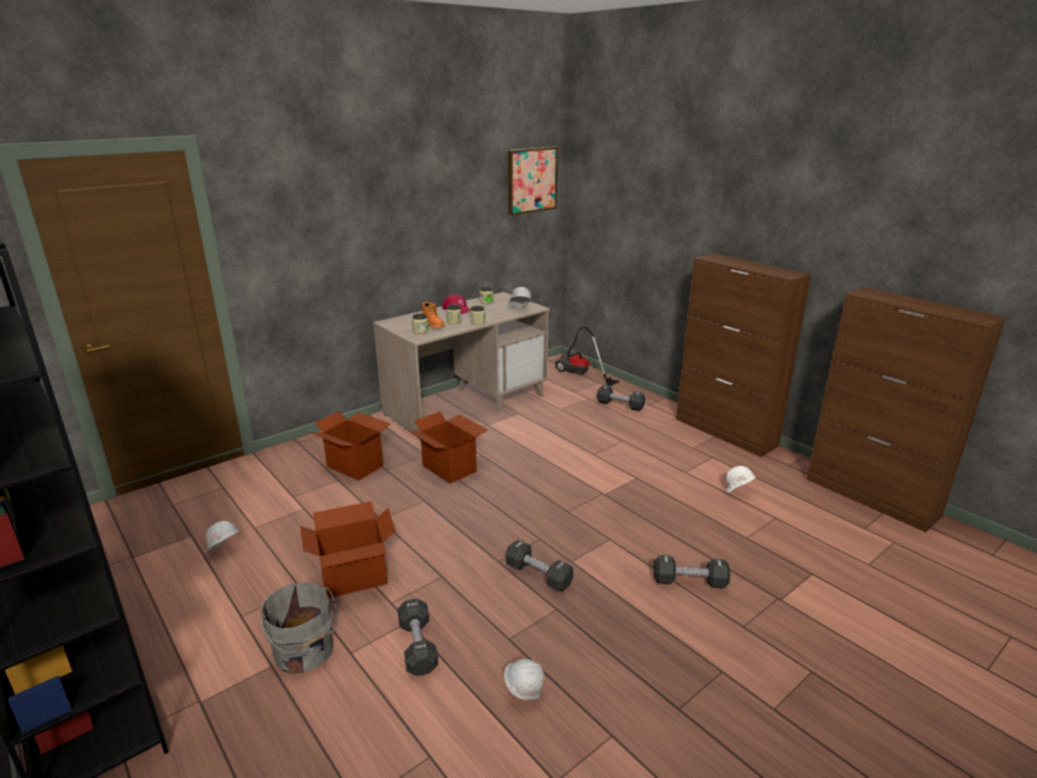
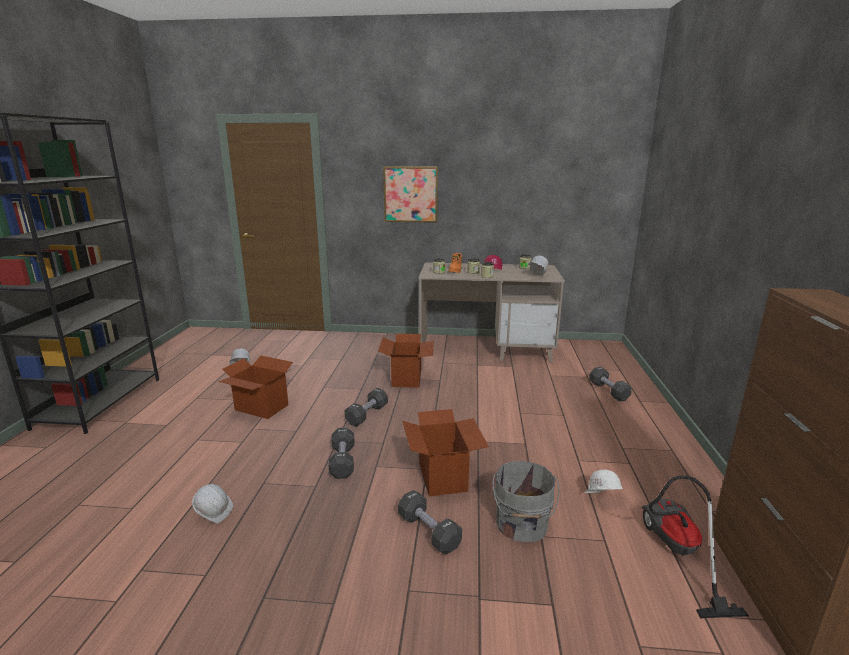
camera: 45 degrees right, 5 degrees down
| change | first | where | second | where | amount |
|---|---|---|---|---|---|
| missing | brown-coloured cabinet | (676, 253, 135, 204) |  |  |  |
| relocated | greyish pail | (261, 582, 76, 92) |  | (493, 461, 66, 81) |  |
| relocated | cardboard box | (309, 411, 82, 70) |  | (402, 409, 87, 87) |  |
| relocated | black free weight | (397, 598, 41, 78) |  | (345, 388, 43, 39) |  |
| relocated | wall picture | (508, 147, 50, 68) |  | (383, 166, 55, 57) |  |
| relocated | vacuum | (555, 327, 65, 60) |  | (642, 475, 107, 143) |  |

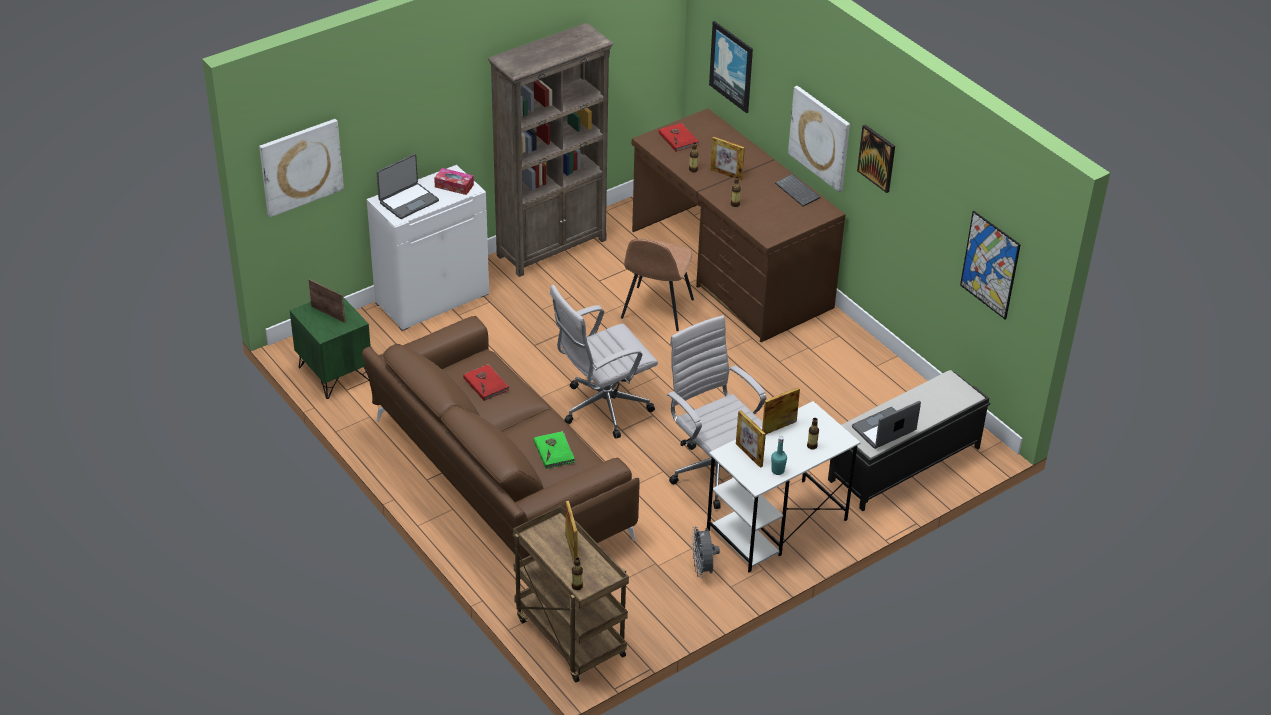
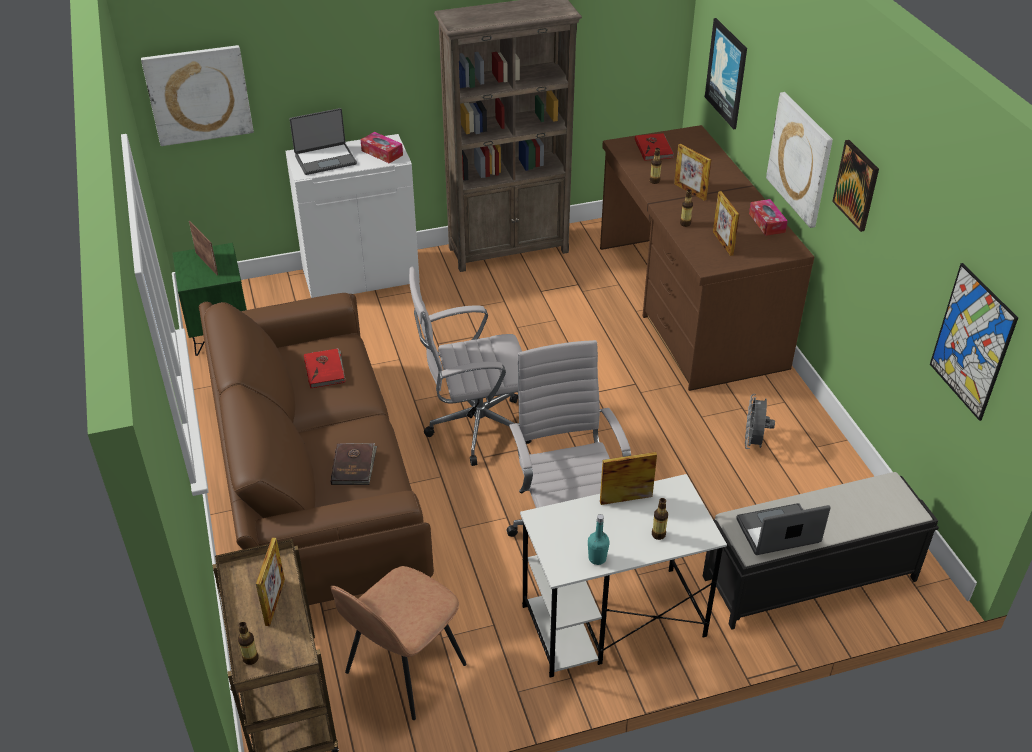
camera: 20 degrees right, 0 degrees up
| change | first | where | second | where | amount |
|---|---|---|---|---|---|
| relocated | brown-coloured chair | (621, 239, 73, 92) |  | (330, 566, 136, 154) |  |
| relocated | greyish fan | (691, 527, 29, 50) |  | (745, 394, 30, 55) |  |
| relocated | standing frame | (736, 410, 30, 58) |  | (713, 191, 26, 65) |  |
| exchanged | computer keyboard | (775, 174, 45, 32) | tissue box | (749, 199, 39, 37) |  |
| colour | green book | (533, 431, 42, 38) | brown-coloured book | (331, 443, 46, 42) |  |

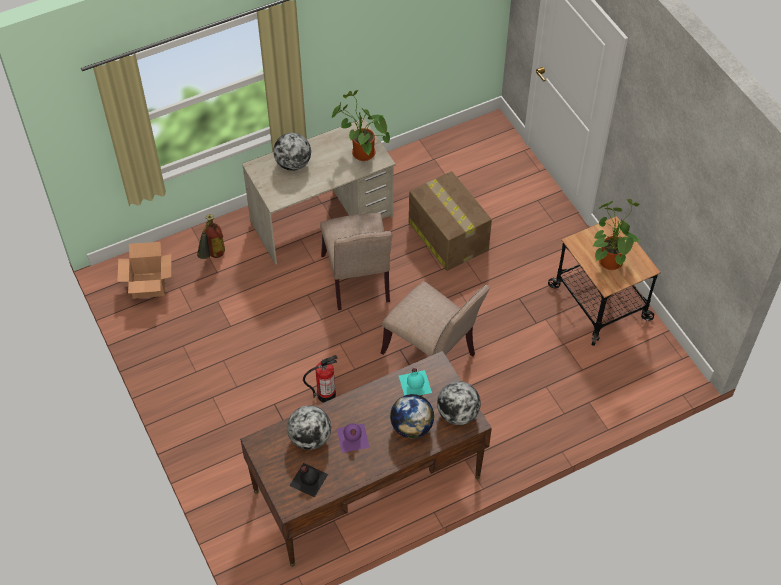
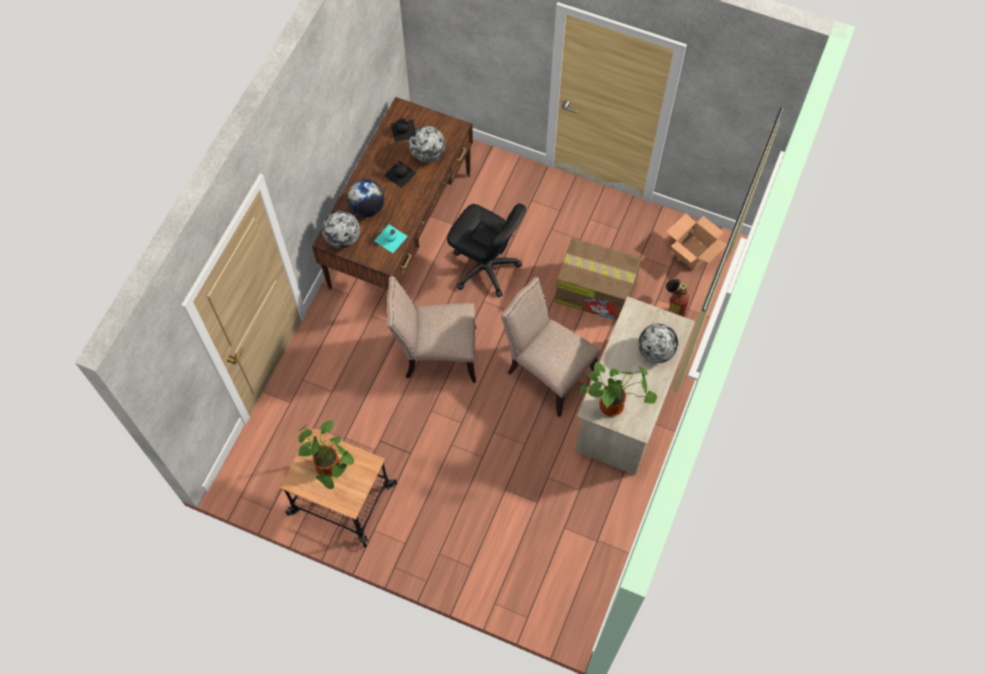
camera: 140 degrees right, 10 degrees up
| change | first | where | second | where | amount |
|---|---|---|---|---|---|
| relocated | cardboard box | (409, 171, 83, 100) |  | (555, 238, 87, 83) |  |
| exchanged | extinguisher | (303, 355, 35, 48) | black office chair | (447, 203, 79, 94) |  |
| colour | purplish drink bottle | (337, 423, 33, 30) | black drink bottle | (384, 161, 33, 27) |  |

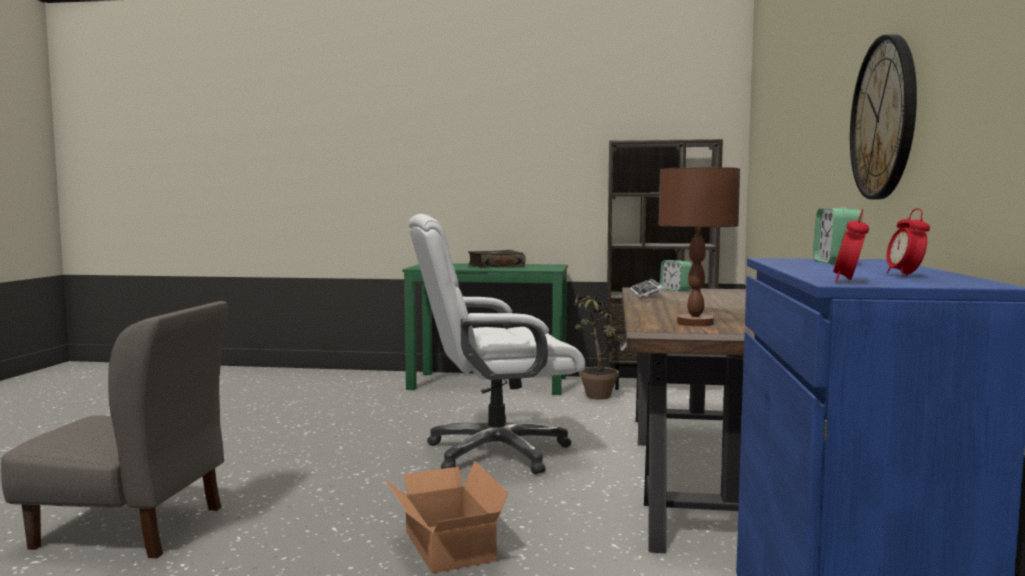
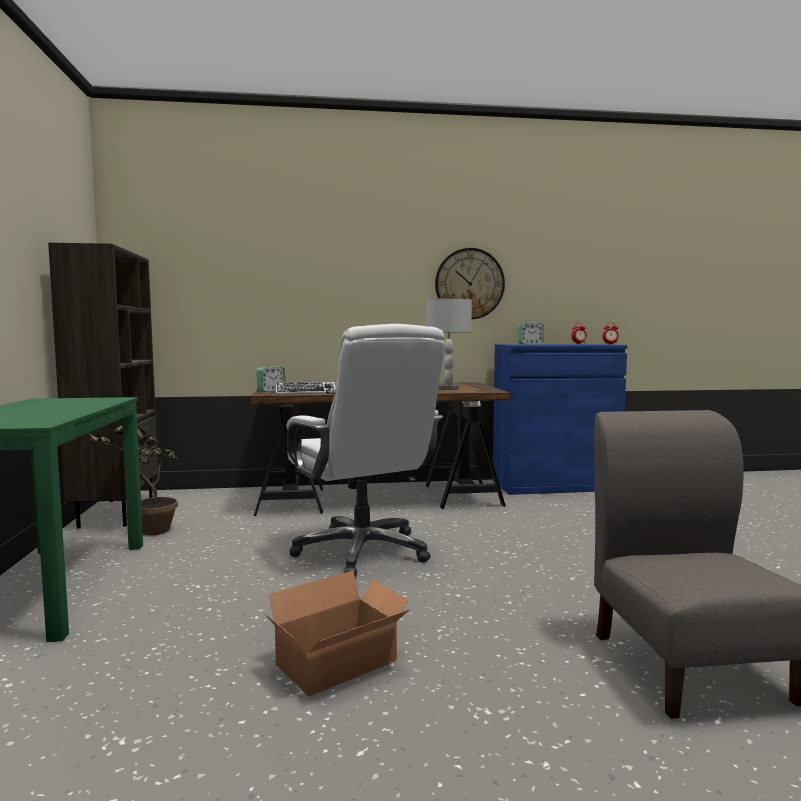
camera: 105 degrees left, 0 degrees up
| change | first | where | second | where | amount |
|---|---|---|---|---|---|
| missing | book | (468, 250, 58, 18) |  |  |  |
| relocated | cardboard box | (385, 461, 124, 113) |  | (263, 571, 147, 125) |  |
| colour | brown-coloured tabletop lamp | (659, 167, 81, 159) | greyish tabletop lamp | (426, 298, 46, 92) |  |

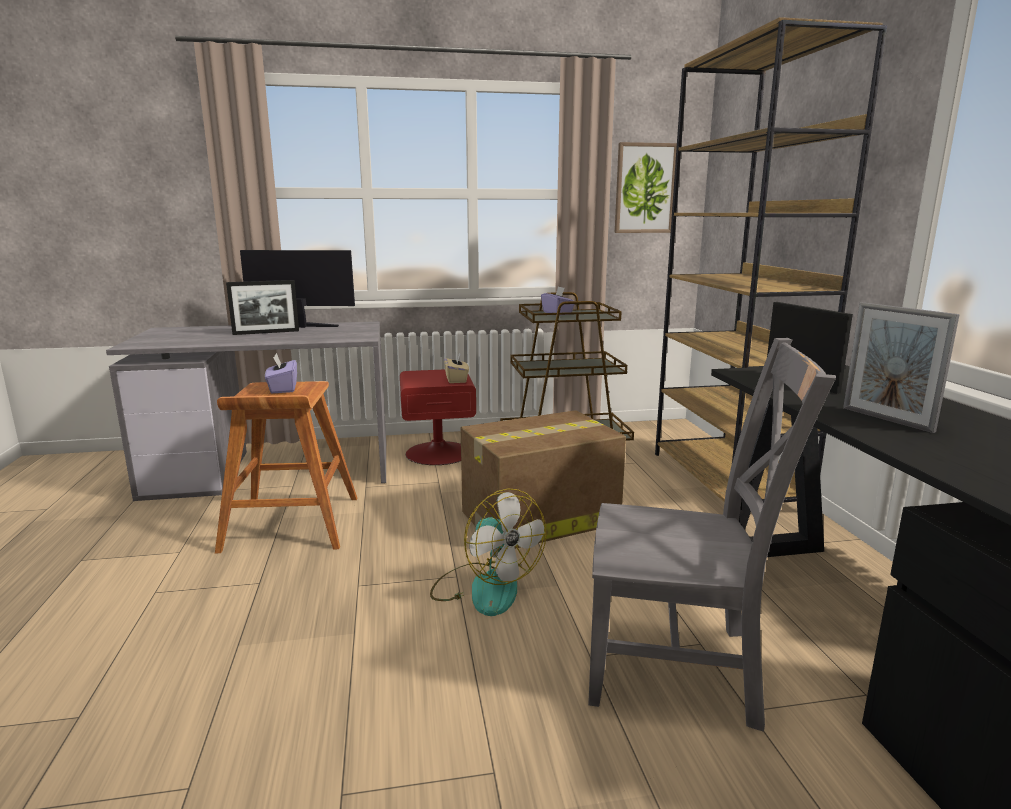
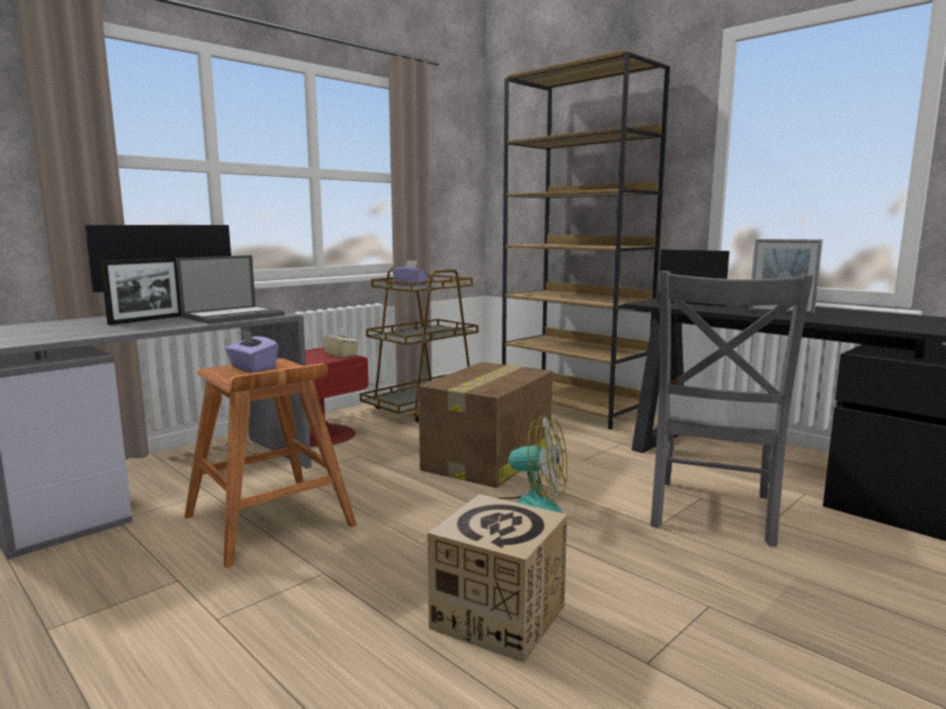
camera: 35 degrees left, 5 degrees down
| change | first | where | second | where | amount |
|---|---|---|---|---|---|
| missing | wall picture | (615, 142, 62, 91) |  |  |  |
| appeared |  |  | notebook computer | (176, 255, 109, 69) |  |
| appeared |  |  | cardboard box | (427, 494, 140, 169) |  |
| spun | greyish chair | (588, 338, 248, 394) |  | (650, 271, 163, 276) | 135 degrees clockwise |

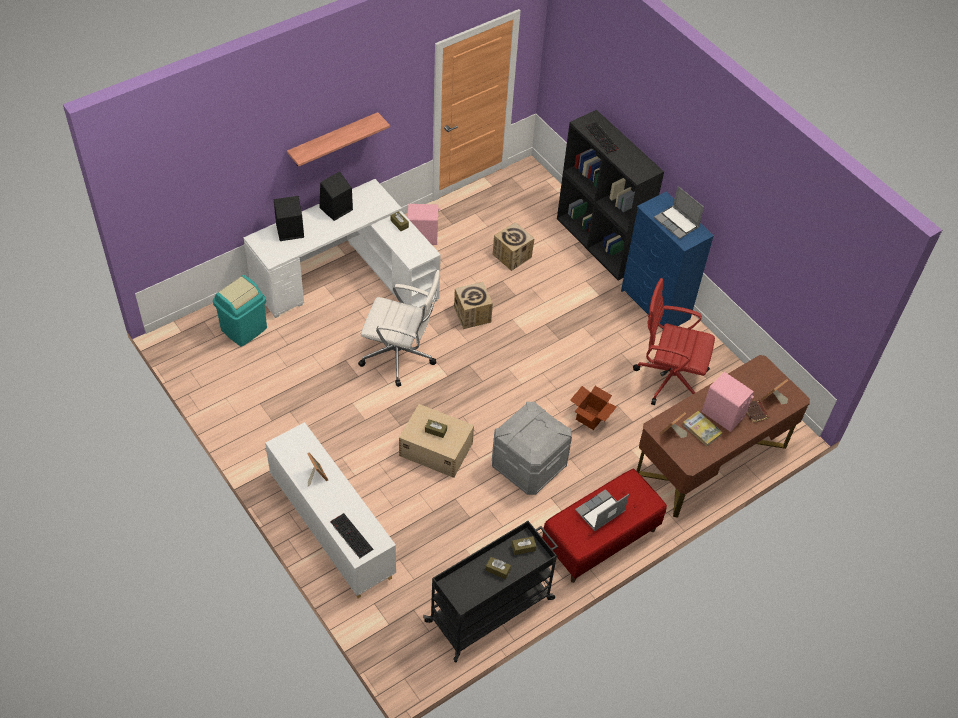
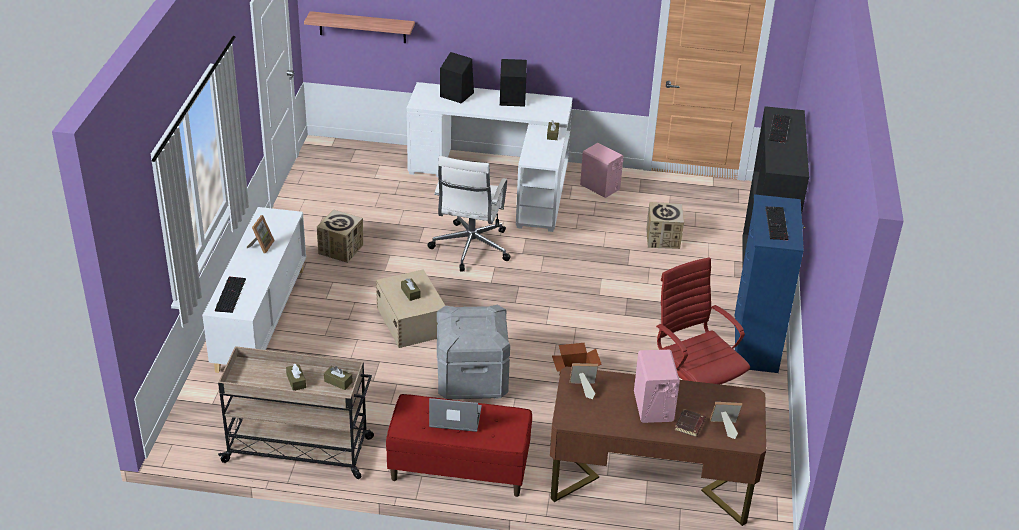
camera: 45 degrees right, 15 degrees down
| change | first | where | second | where | amount |
|---|---|---|---|---|---|
| missing | turquoise rubbish bin | (213, 275, 54, 71) |  |  |  |
| missing | book | (682, 411, 41, 36) |  |  |  |
| relocated | wall shelf | (287, 112, 103, 54) |  | (304, 11, 111, 32) |  |
| relocated | cardboard box | (454, 282, 39, 47) |  | (317, 210, 46, 53) |  |
| exchanged | notebook computer | (654, 186, 50, 53) | computer keyboard | (765, 207, 23, 33) |  |
| colour | black wheeled cart | (423, 521, 135, 142) | beige wheeled cart | (218, 346, 156, 133) |  |
| spun | whitish office chair | (358, 270, 82, 117) |  | (428, 156, 82, 115) | 45 degrees clockwise |

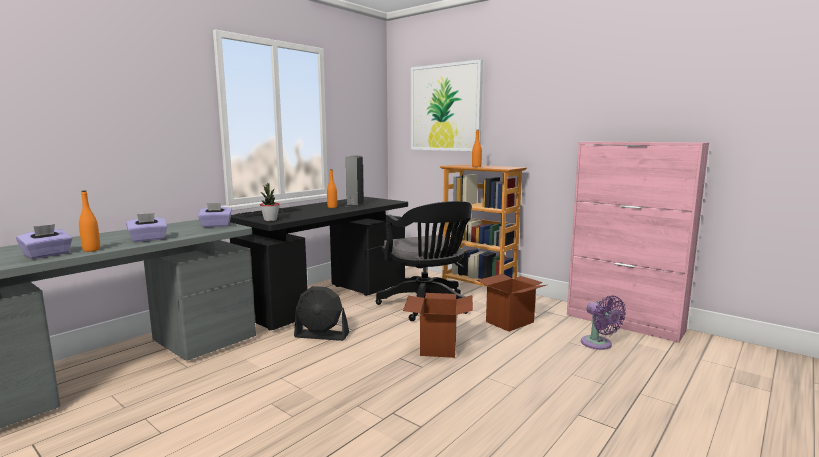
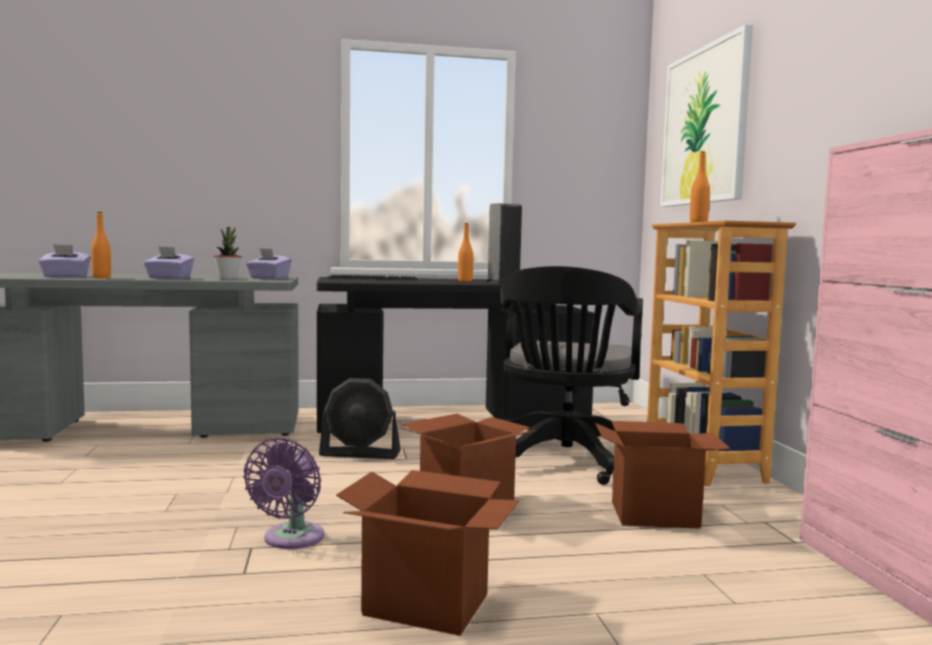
camera: 40 degrees right, 5 degrees down
| change | first | where | second | where | amount |
|---|---|---|---|---|---|
| appeared |  |  | cardboard box | (336, 470, 183, 166) |  |
| relocated | plant in a pot | (260, 183, 19, 38) |  | (214, 227, 28, 52) |  |
| relocated | purplish fan | (581, 295, 45, 55) |  | (243, 438, 81, 111) |  |
| spun | black fan | (294, 286, 55, 55) |  | (319, 378, 82, 81) | 45 degrees counterclockwise |

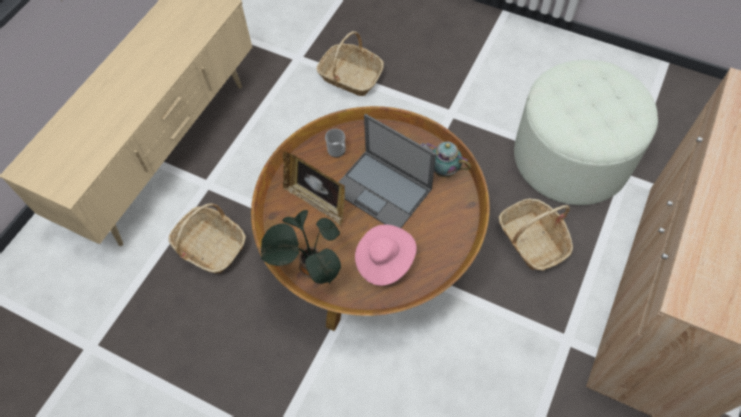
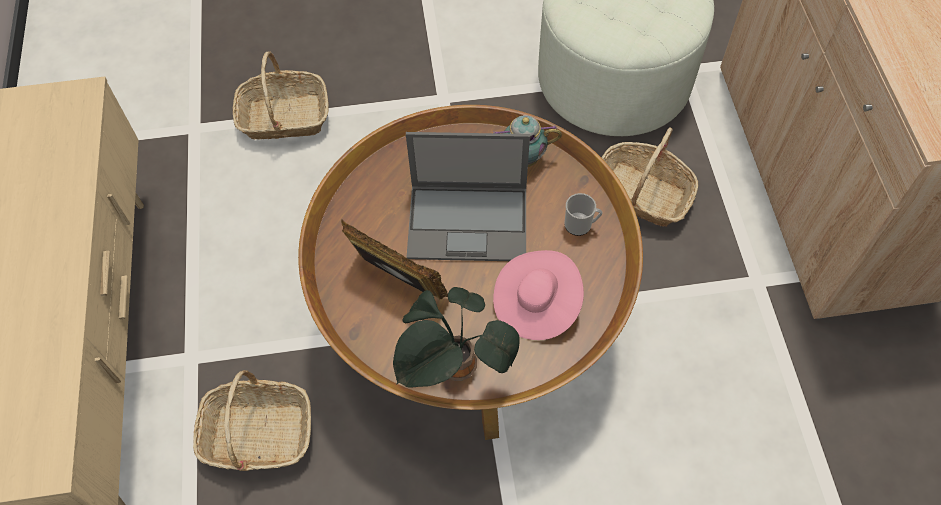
camera: 35 degrees left, 0 degrees up
| change | first | where | second | where | amount |
|---|---|---|---|---|---|
| relocated | tea mug | (325, 129, 21, 28) |  | (564, 193, 39, 43) |  |
| spun | standing frame | (283, 151, 62, 75) |  | (341, 220, 107, 80) | 150 degrees counterclockwise |

